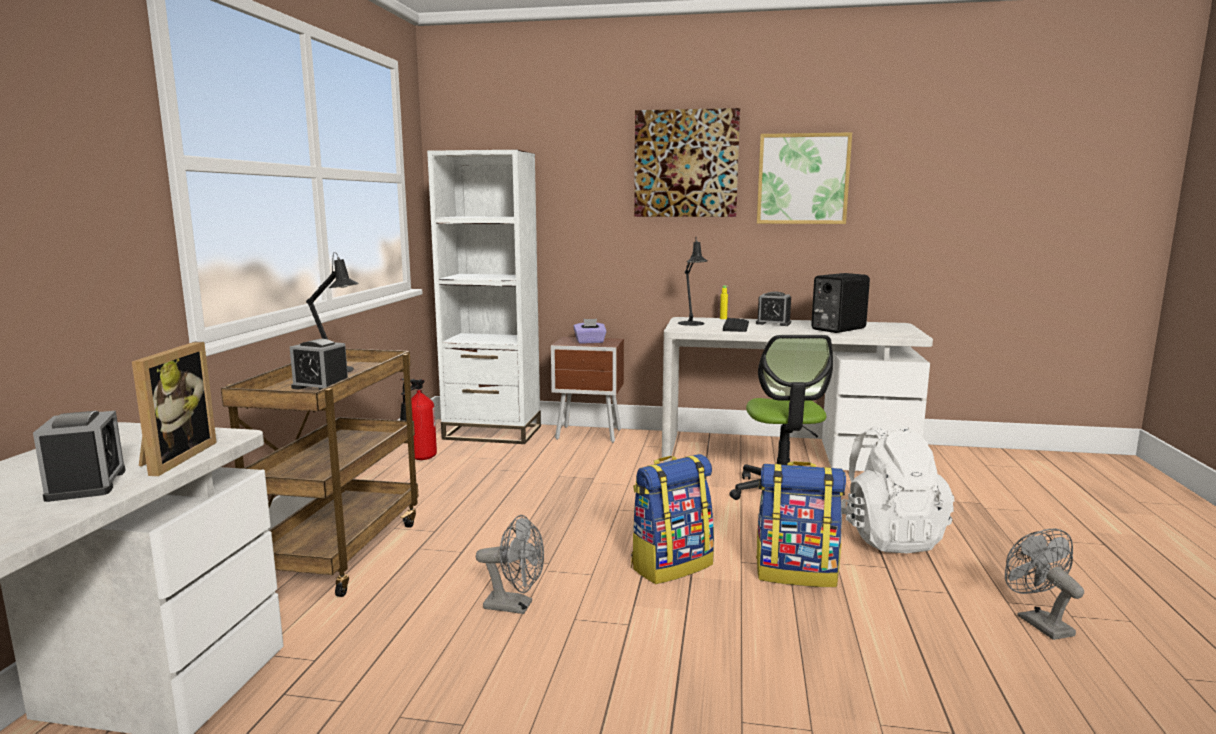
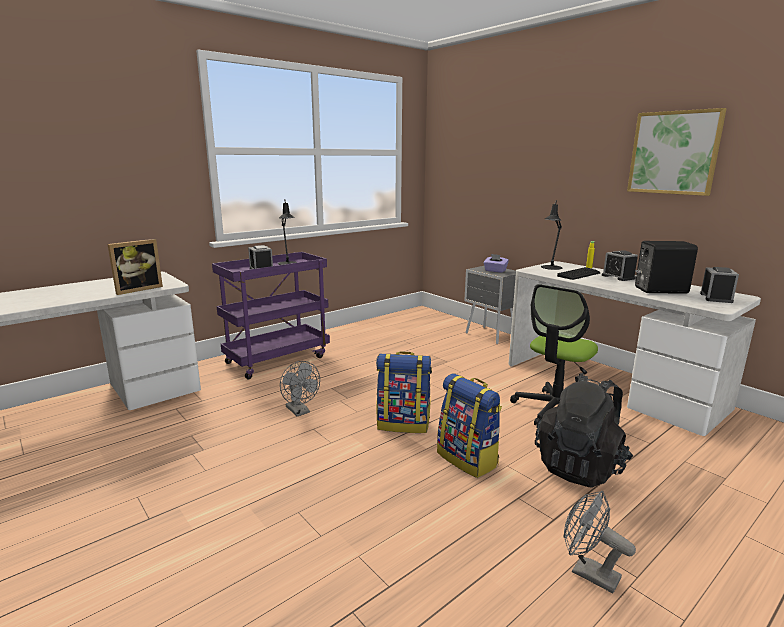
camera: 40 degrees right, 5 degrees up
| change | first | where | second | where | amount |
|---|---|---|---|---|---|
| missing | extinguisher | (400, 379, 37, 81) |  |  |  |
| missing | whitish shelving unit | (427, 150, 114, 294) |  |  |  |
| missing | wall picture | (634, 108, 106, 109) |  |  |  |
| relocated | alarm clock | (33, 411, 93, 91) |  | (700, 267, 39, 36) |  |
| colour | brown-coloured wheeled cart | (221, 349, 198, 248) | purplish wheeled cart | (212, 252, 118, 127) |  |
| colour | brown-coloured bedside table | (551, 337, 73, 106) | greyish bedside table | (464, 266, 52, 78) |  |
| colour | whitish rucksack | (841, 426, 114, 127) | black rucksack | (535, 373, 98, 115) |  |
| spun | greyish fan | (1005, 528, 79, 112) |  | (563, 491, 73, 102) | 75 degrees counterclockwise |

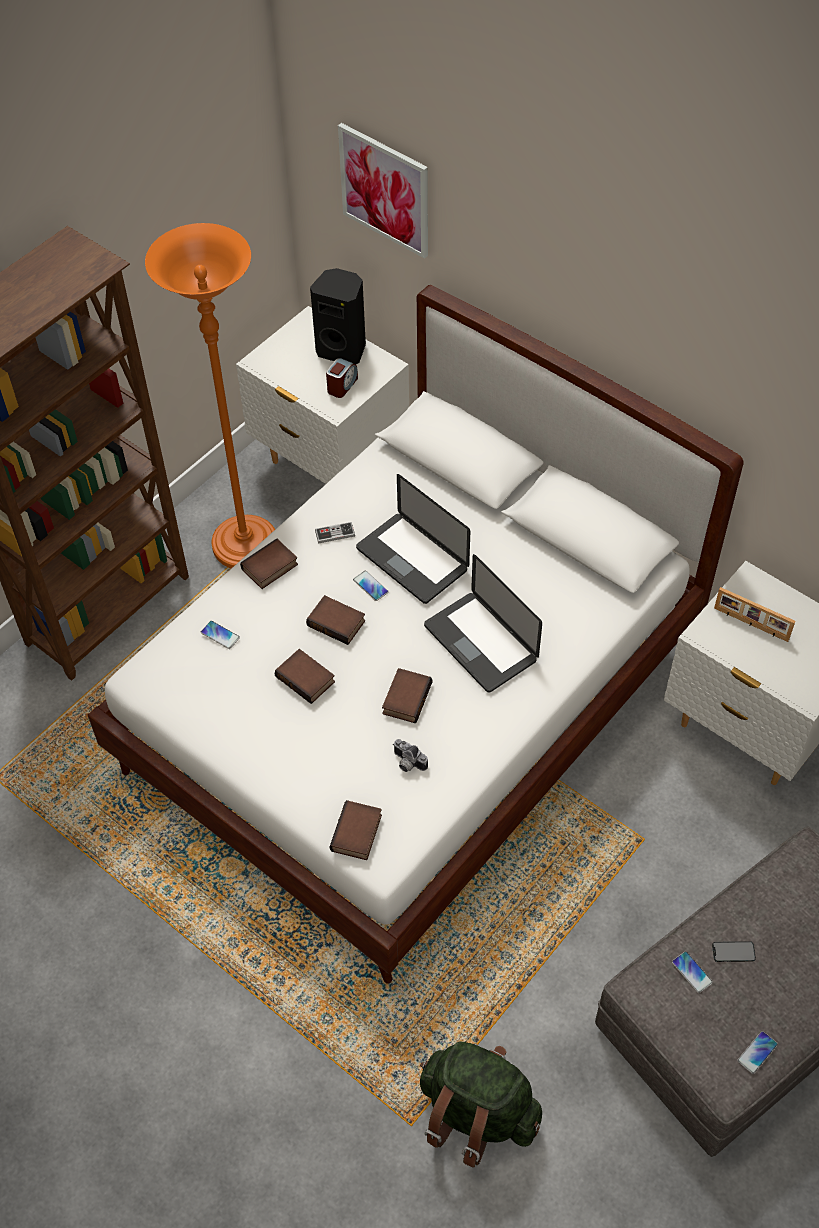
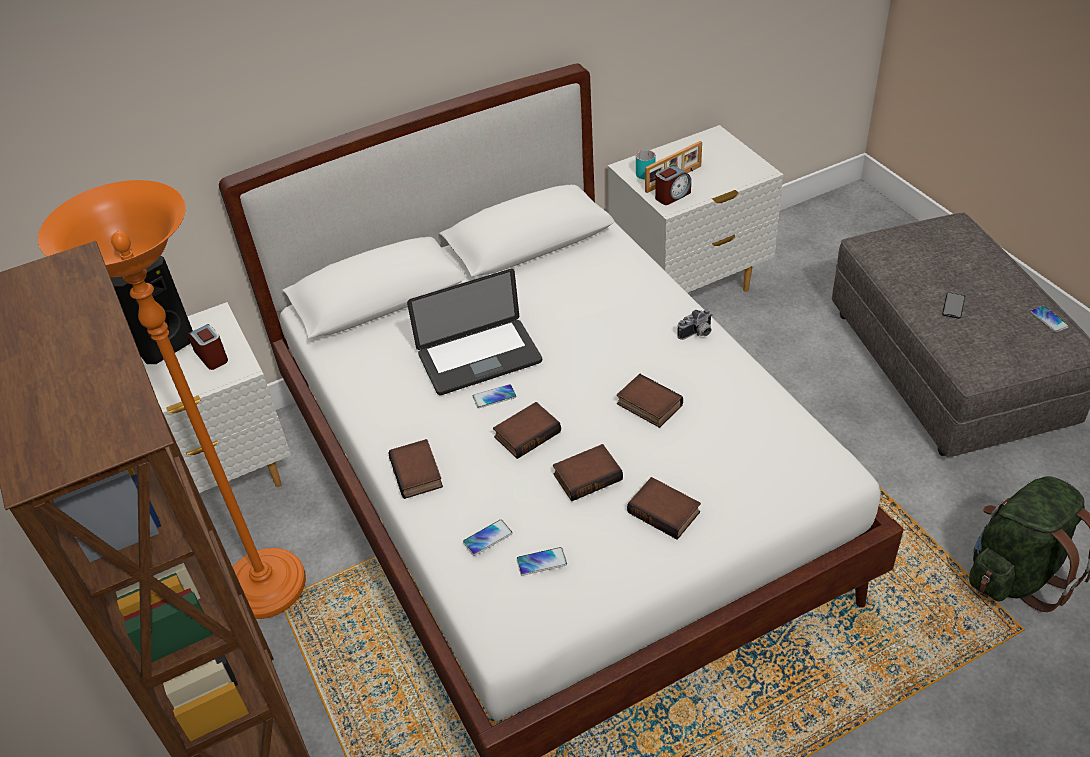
camera: 65 degrees left, 10 degrees down
| change | first | where | second | where | amount |
|---|---|---|---|---|---|
| missing | gamepad | (315, 522, 40, 21) |  |  |  |
| missing | wall picture | (338, 123, 90, 136) |  |  |  |
| missing | notebook computer | (424, 554, 118, 139) |  |  |  |
| appeared |  |  | turquoise tea mug | (636, 149, 20, 31) |  |
| appeared |  |  | alarm clock | (655, 166, 36, 39) |  |
| relocated | book | (329, 800, 53, 60) |  | (627, 477, 74, 63) |  |
| relocated | photo camera | (393, 739, 35, 33) |  | (677, 308, 35, 32) |  |
| relocated | telephone | (672, 951, 41, 42) |  | (517, 547, 50, 29) |  |

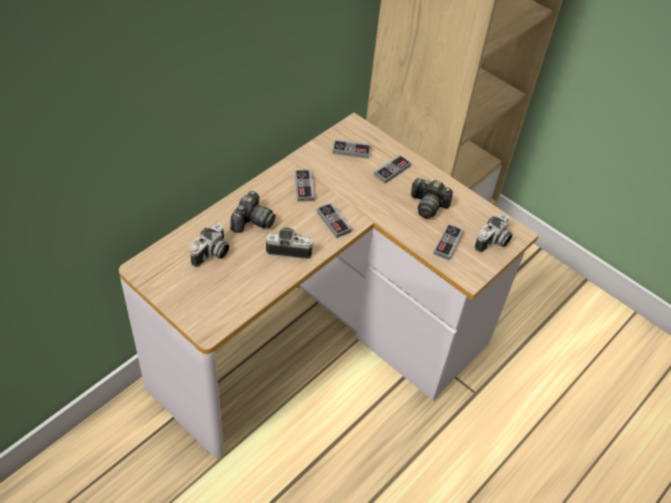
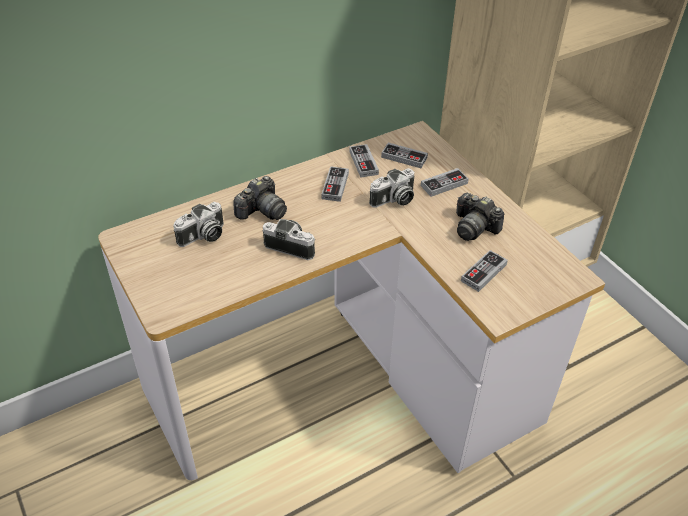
camera: 20 degrees right, 5 degrees down
| change | first | where | second | where | amount |
|---|---|---|---|---|---|
| relocated | gamepad | (317, 202, 35, 36) |  | (349, 144, 30, 34) |  |
| relocated | photo camera | (475, 213, 37, 40) |  | (369, 168, 45, 40) |  |

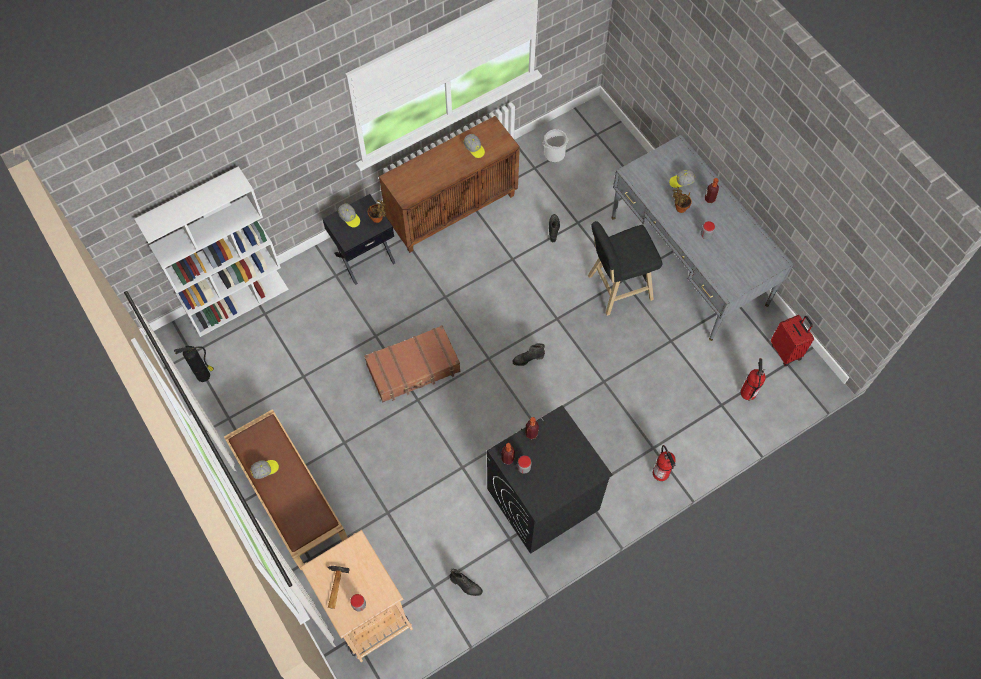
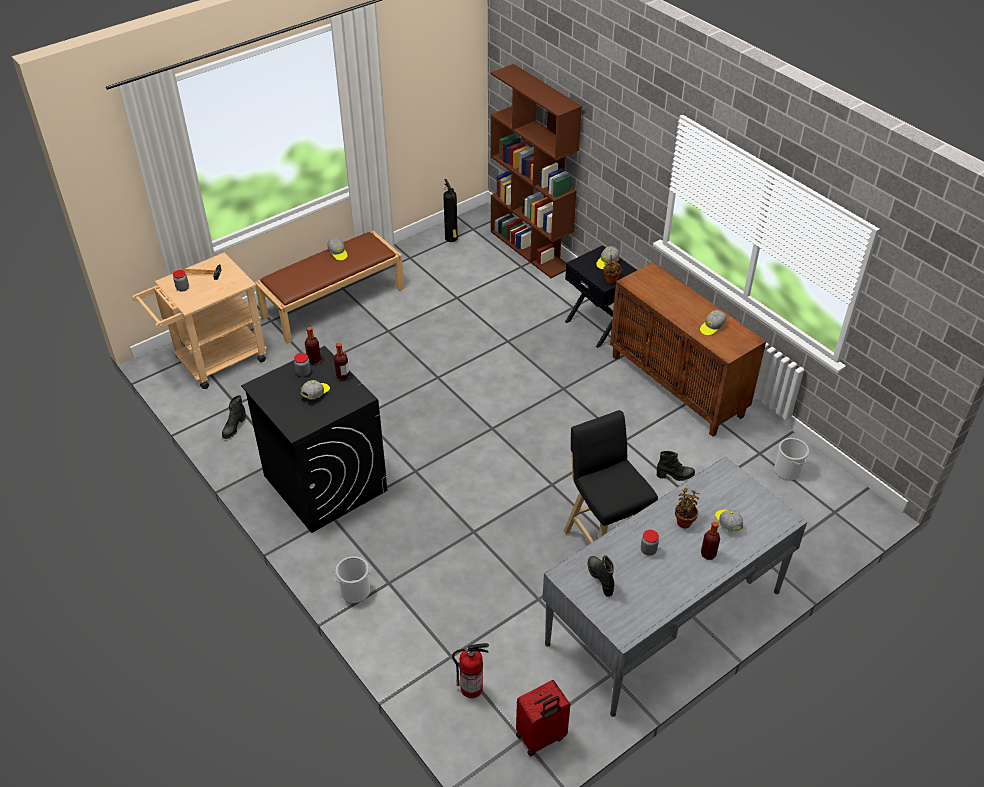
camera: 85 degrees right, 20 degrees down
| change | first | where | second | where | amount |
|---|---|---|---|---|---|
| missing | brown-coloured travel case | (364, 325, 97, 77) |  |  |  |
| appeared |  |  | cap | (301, 380, 29, 19) |  |
| relocated | black boot | (513, 343, 32, 23) |  | (588, 555, 26, 42) |  |
| exchanged | extinguisher | (653, 445, 23, 36) | pail | (334, 556, 37, 47) |  |
| colour | whitish shelving unit | (135, 166, 154, 171) | brown-coloured shelving unit | (491, 64, 91, 214) |  |

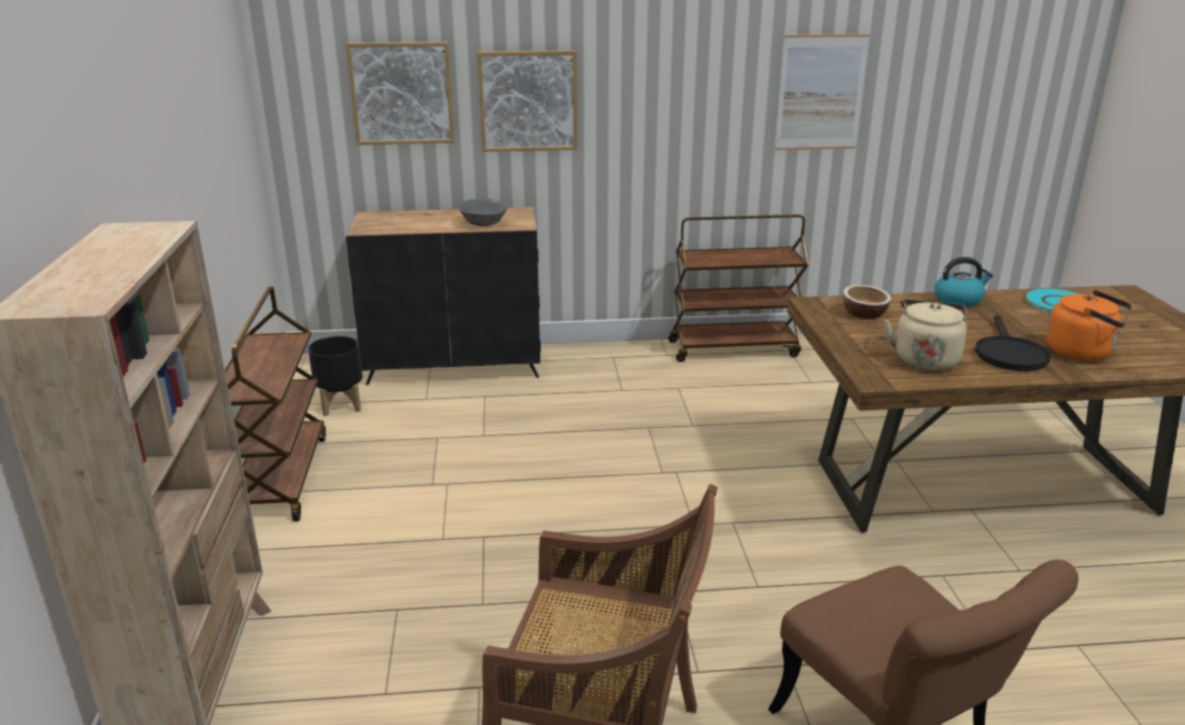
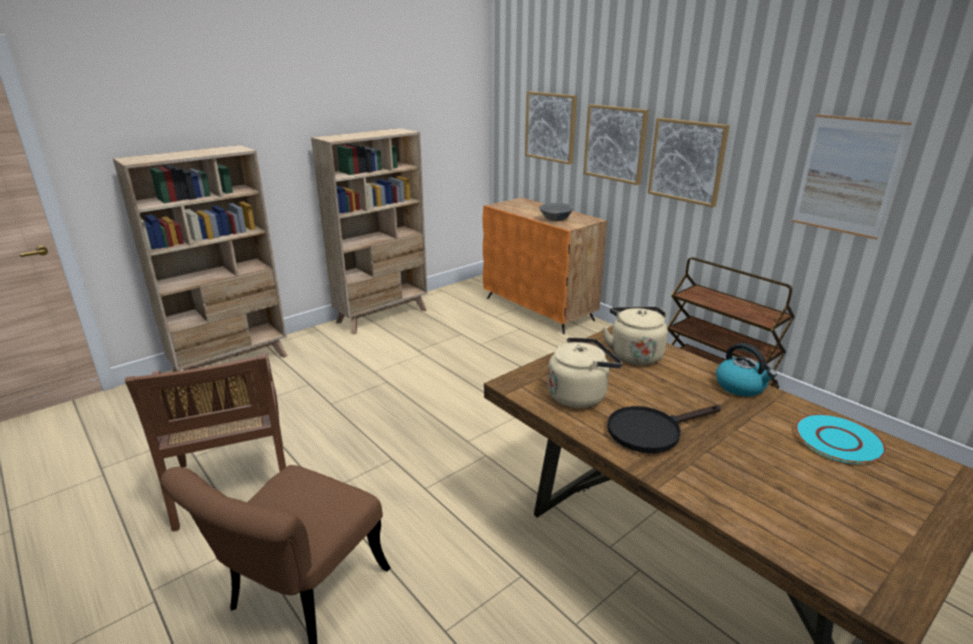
camera: 55 degrees right, 0 degrees up
| change | first | where | second | where | amount |
|---|---|---|---|---|---|
| missing | black flower pot | (308, 336, 55, 80) |  |  |  |
| missing | orangey tea kettle | (1046, 290, 86, 71) |  |  |  |
| appeared |  |  | wall picture | (648, 118, 82, 89) |  |
| exchanged | brown-coloured wheeled cart | (225, 287, 101, 234) | beige shelving unit | (311, 128, 117, 206) |  |
| exchanged | deep dish | (843, 285, 48, 34) | beige tea kettle | (602, 307, 66, 58) |  |
| colour | black cabinet | (346, 207, 195, 178) | orangey cabinet | (483, 197, 124, 137) |  |

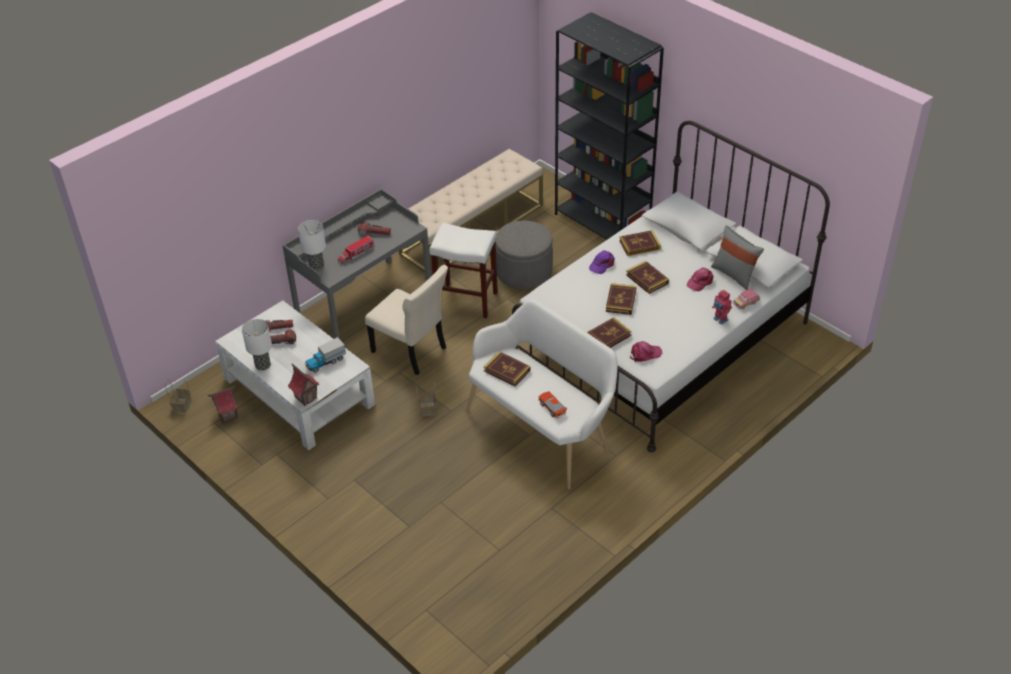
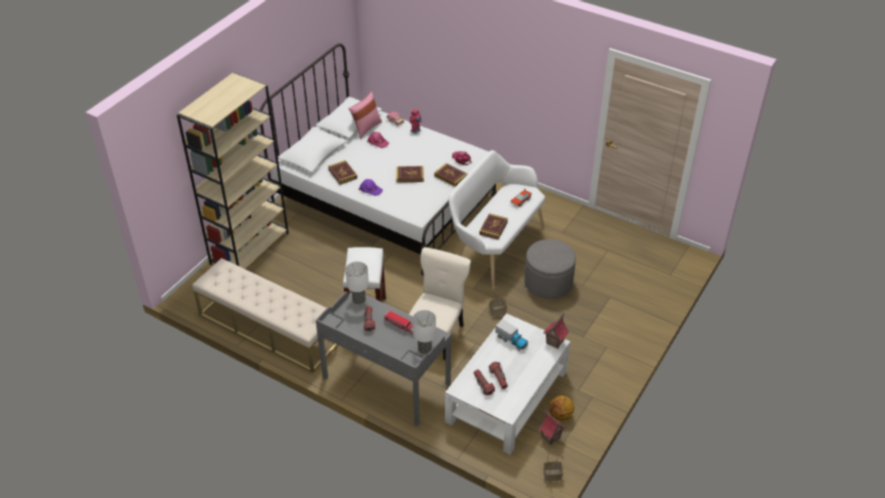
camera: 105 degrees left, 0 degrees up
| change | first | where | second | where | amount |
|---|---|---|---|---|---|
| missing | book | (626, 261, 43, 33) |  |  |  |
| appeared |  |  | ball for basketball | (549, 395, 25, 26) |  |
| relocated | tabletop lamp | (242, 319, 30, 52) |  | (345, 262, 24, 43) |  |
| relocated | greyish pouffe | (496, 221, 57, 68) |  | (524, 239, 52, 60) |  |
| colour | black shelving unit | (555, 12, 109, 228) | beige shelving unit | (177, 73, 112, 196) |  |
| colour | greyish throw pillow | (711, 225, 53, 65) | pink-coloured throw pillow | (349, 92, 33, 47) |  |

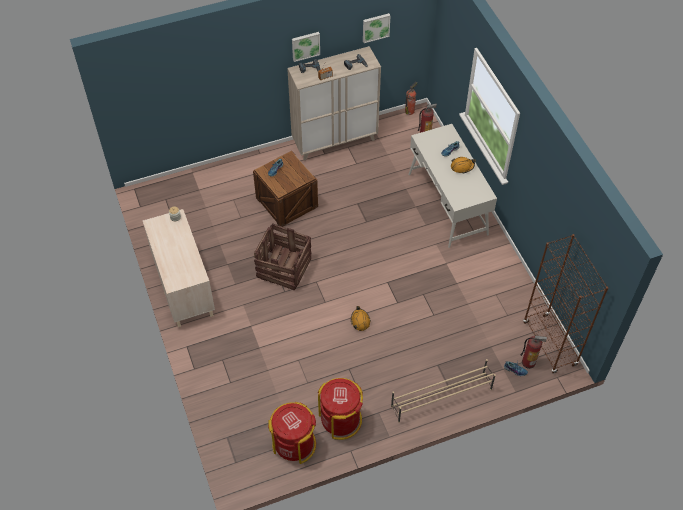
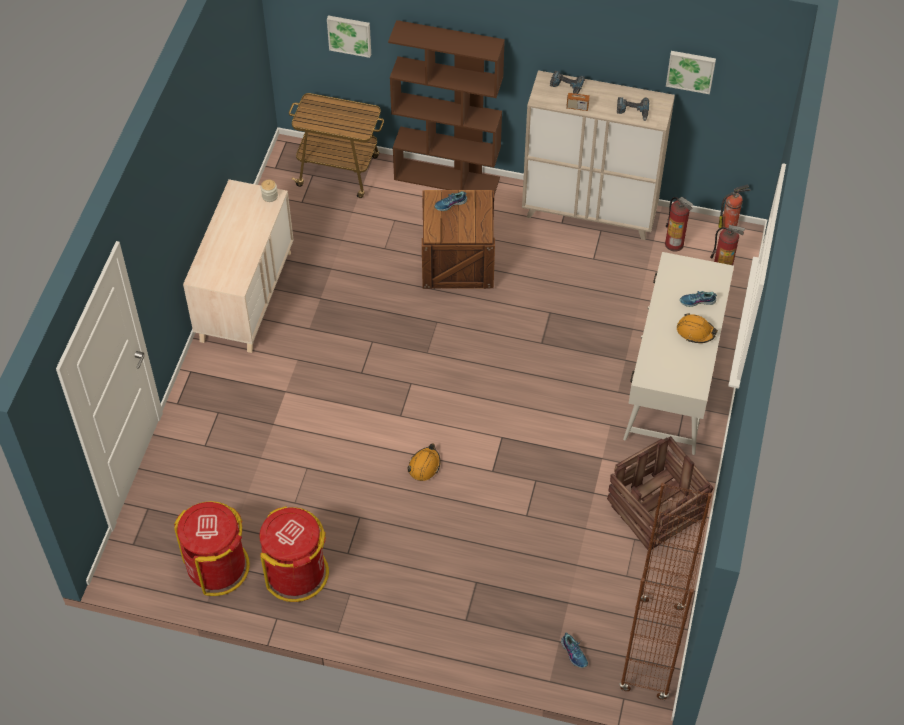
camera: 35 degrees right, 0 degrees up
| change | first | where | second | where | amount |
|---|---|---|---|---|---|
| missing | beige shoe rack | (391, 359, 105, 64) |  |  |  |
| appeared |  |  | wheeled cart | (289, 93, 95, 105) |  |
| appeared |  |  | brown-coloured shelving unit | (388, 20, 117, 175) |  |
| relocated | crate | (254, 223, 58, 68) |  | (607, 436, 107, 114) |  |
| relocated | wall picture | (292, 32, 28, 30) |  | (327, 15, 44, 43) |  |
| relocated | extinguisher | (520, 336, 27, 33) |  | (665, 197, 28, 55) |  |

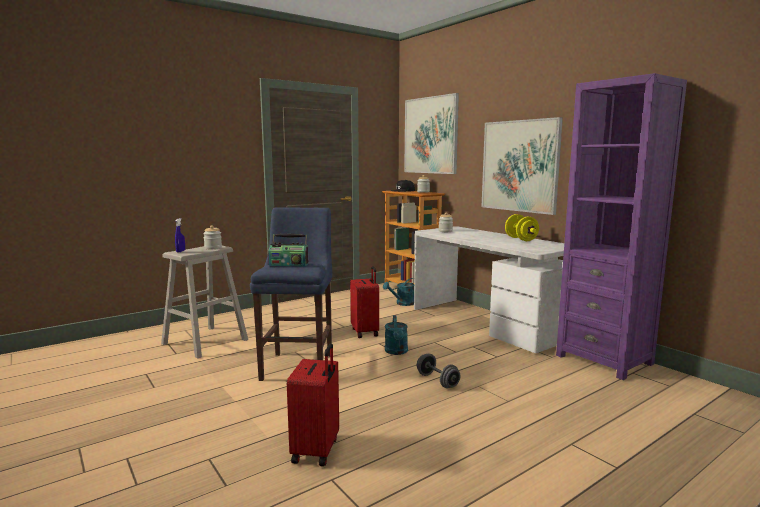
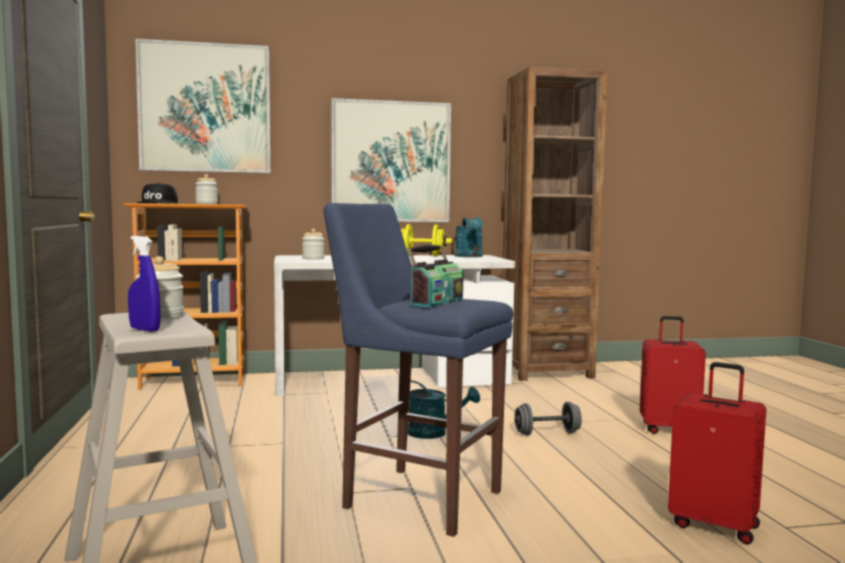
camera: 65 degrees left, 5 degrees down
| change | first | where | second | where | amount |
|---|---|---|---|---|---|
| relocated | reddish travel case | (350, 266, 29, 72) |  | (640, 316, 66, 118) |  |
| relocated | turquoise watering can | (383, 278, 31, 28) |  | (455, 218, 28, 39) |  |
| colour | purplish shelving unit | (556, 73, 131, 307) | brown-coloured shelving unit | (502, 67, 106, 314) |  |

